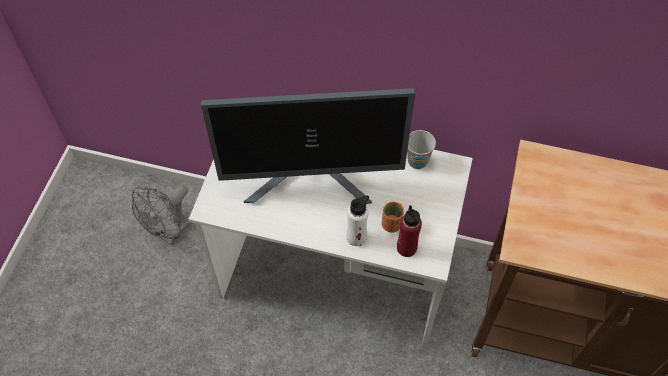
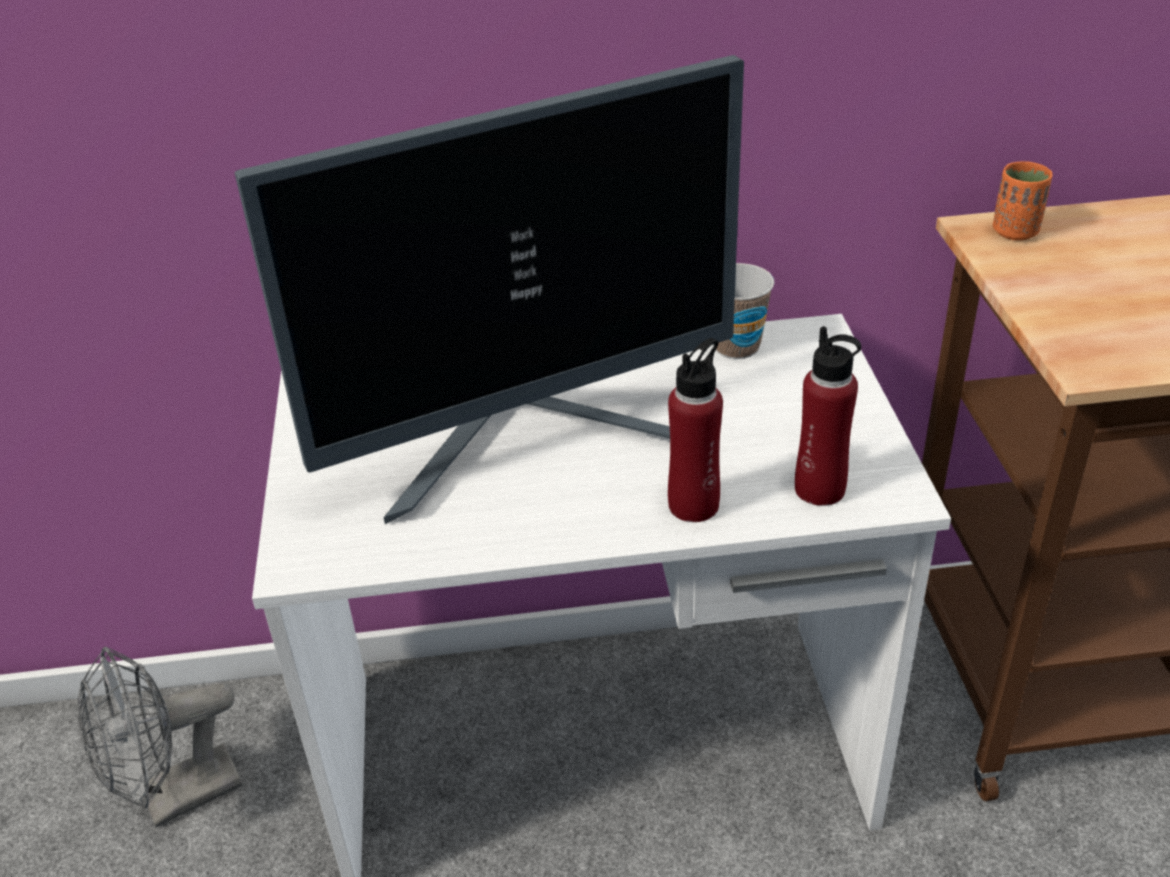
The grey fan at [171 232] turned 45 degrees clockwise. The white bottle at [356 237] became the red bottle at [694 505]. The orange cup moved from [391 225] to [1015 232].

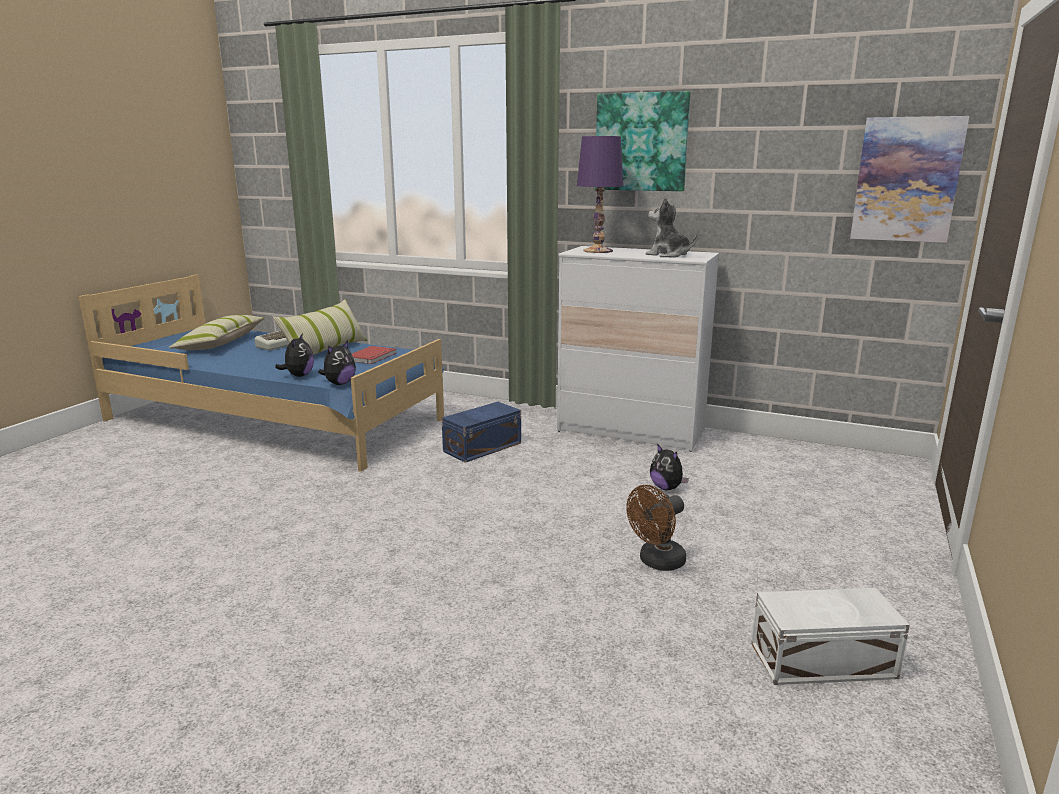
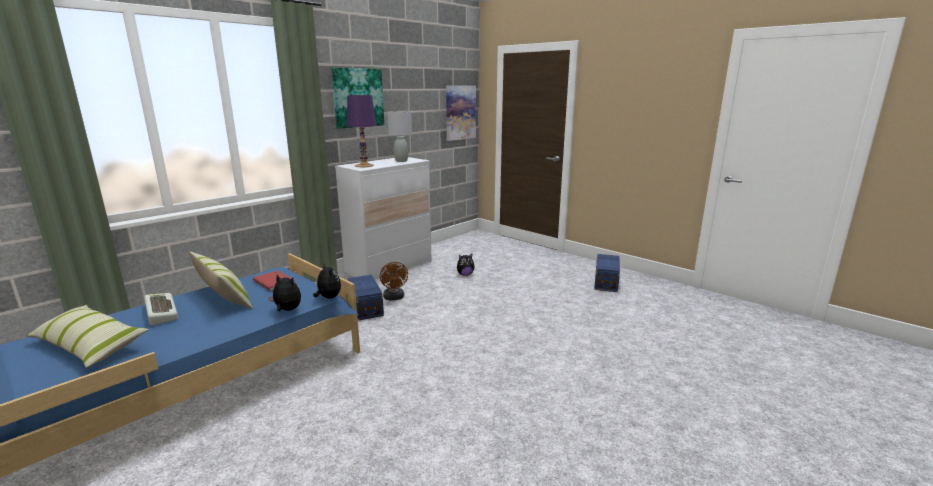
The brown fan moved from [657 562] to [394 298]. The plush toy at [668 255] was replaced by the grey table lamp at [401 161]. The white storage box at [825 662] became the blue storage box at [606 282].

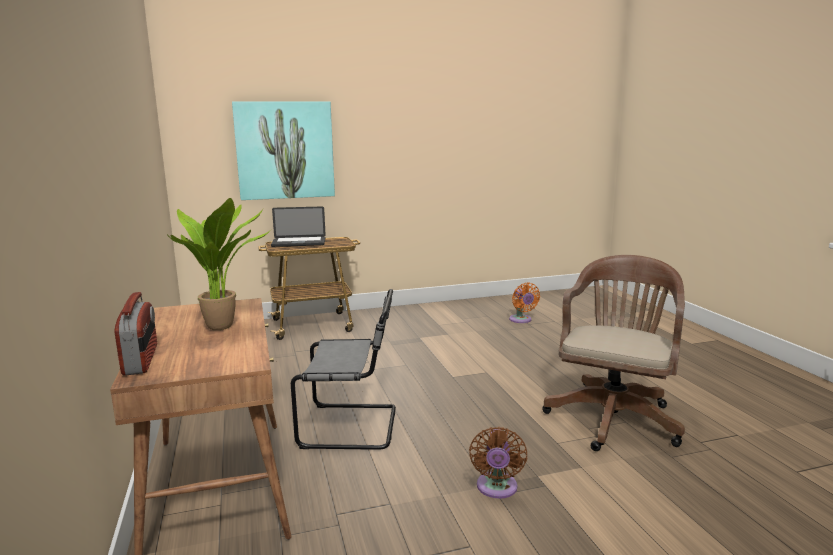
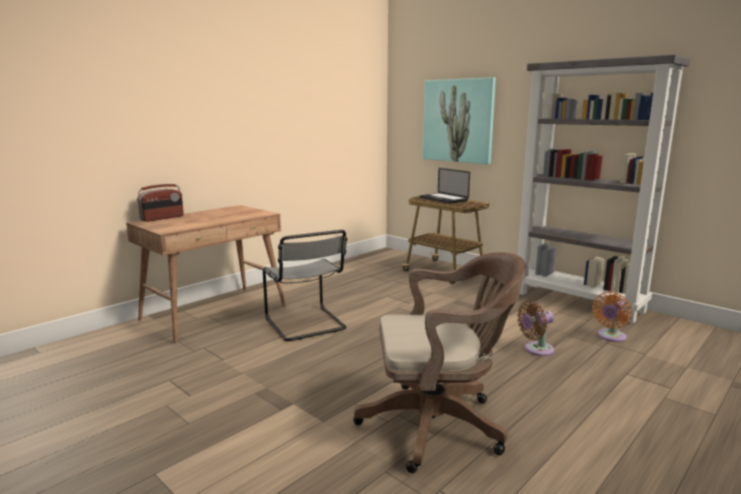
The brown fan moved from [496 488] to [536 350]. The grey bookcase at [578 301] appeared. The potted plant at [225 326] disappeared.

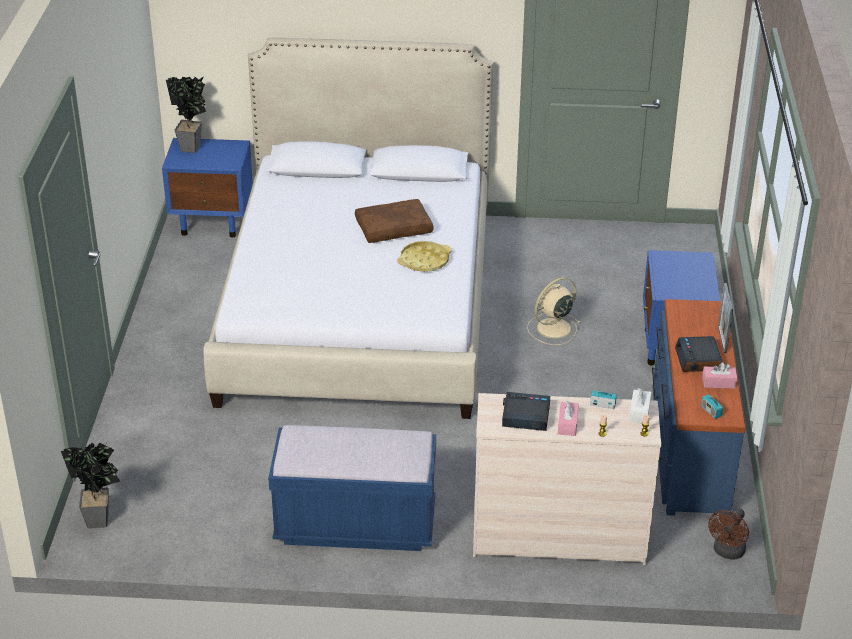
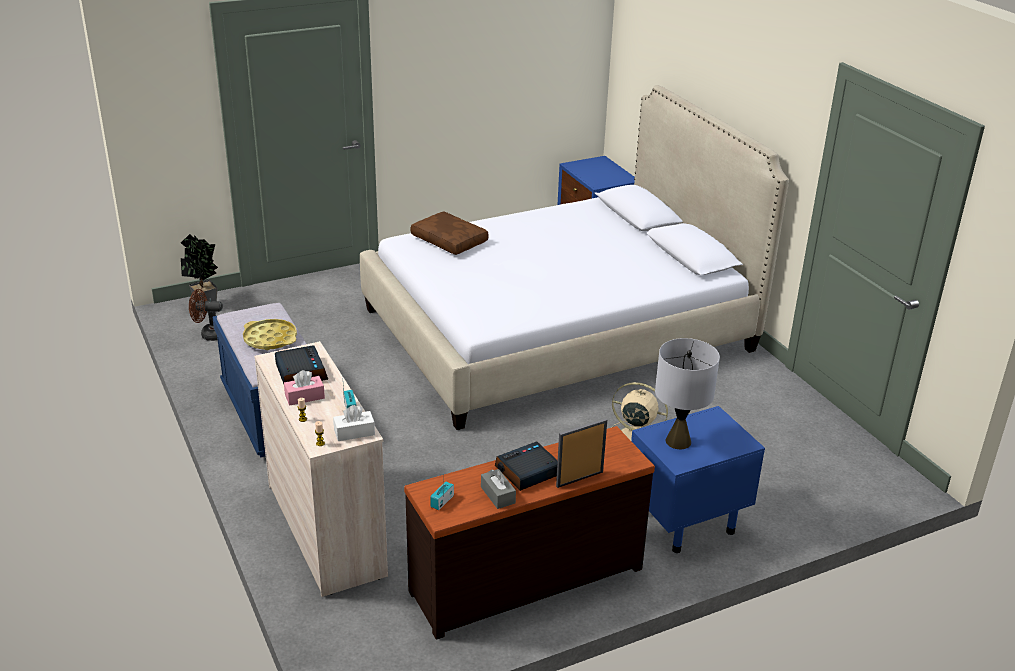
The brown fan moved from [727 552] to [209 334]. The yellow tray moved from [424 261] to [270 339]. The blue dresser at [688 449] became the brown dresser at [525 578]. The brown pillow moved from [394 228] to [450 240]. The pink tissue box at [718 383] became the grey tissue box at [498 495]. The grey table lamp at [678 441] appeared. The potted plant at [193 149] disappeared.

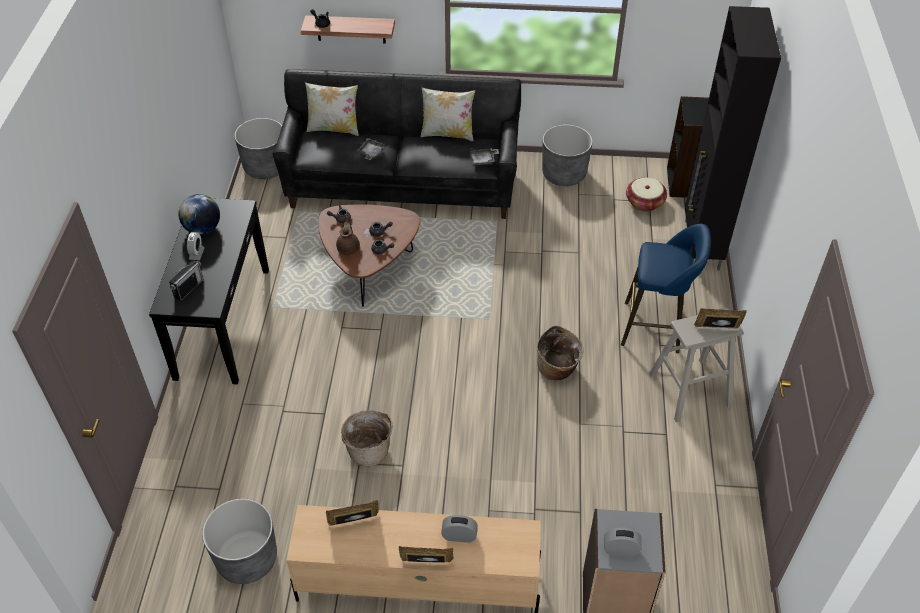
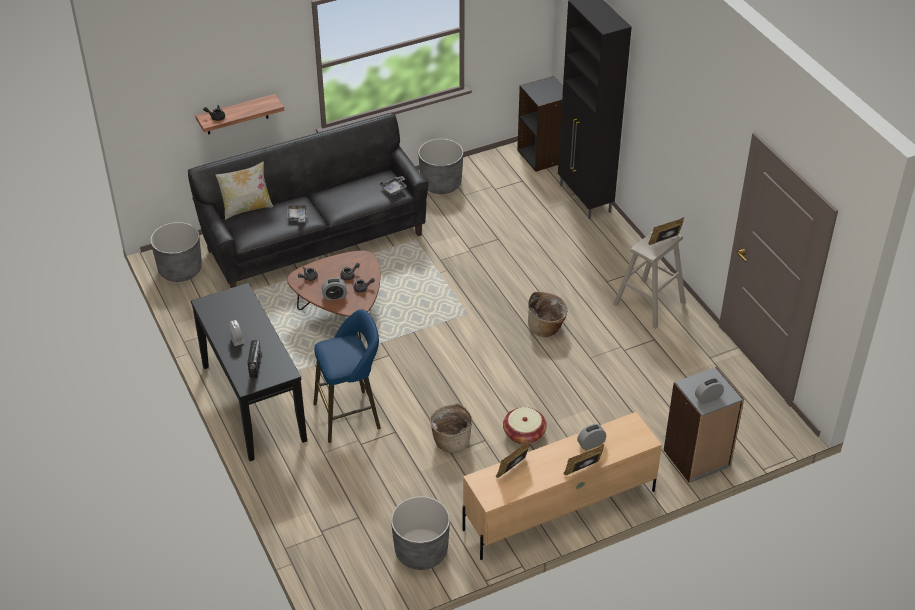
The blue stool moved from [656 328] to [351 415]. The brown teapot at [349 247] was replaced by the alarm clock at [334 296]. The basket moved from [644 202] to [524 433]. The globe at [203 229] disappeared. The pillow at [447 134] disappeared.

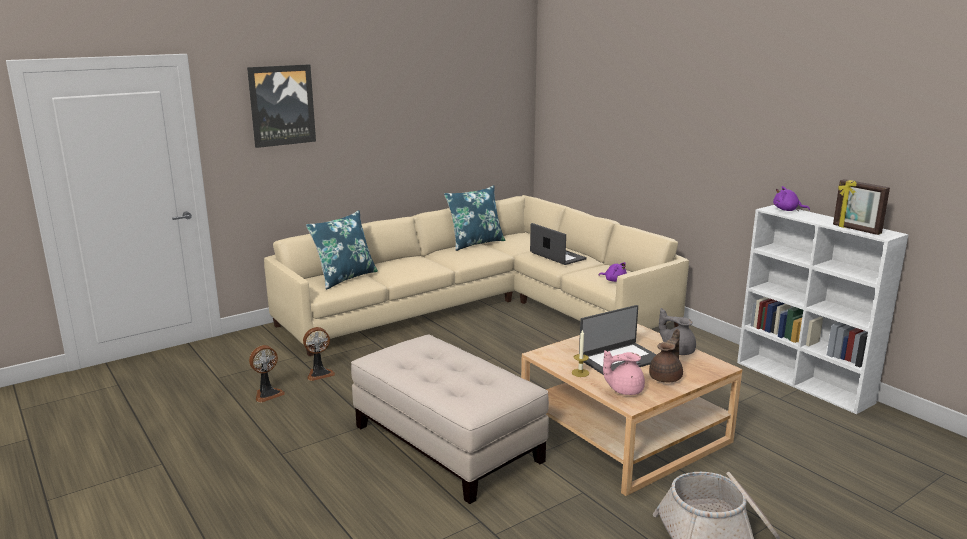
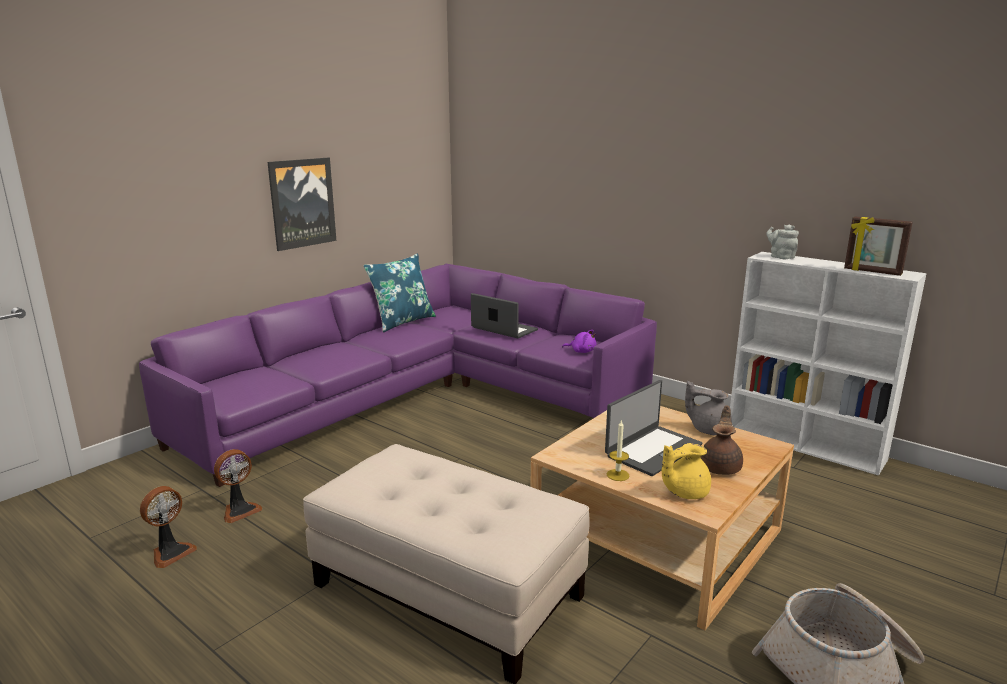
The beige sofa at [484 307] became the purple sofa at [423 396]. The picture moved from [282 105] to [302 203]. The pink teapot at [624 390] became the yellow teapot at [684 492]. The purple plush toy at [787 210] was replaced by the grey teapot at [780 257]. The blue pillow at [345 278] disappeared.

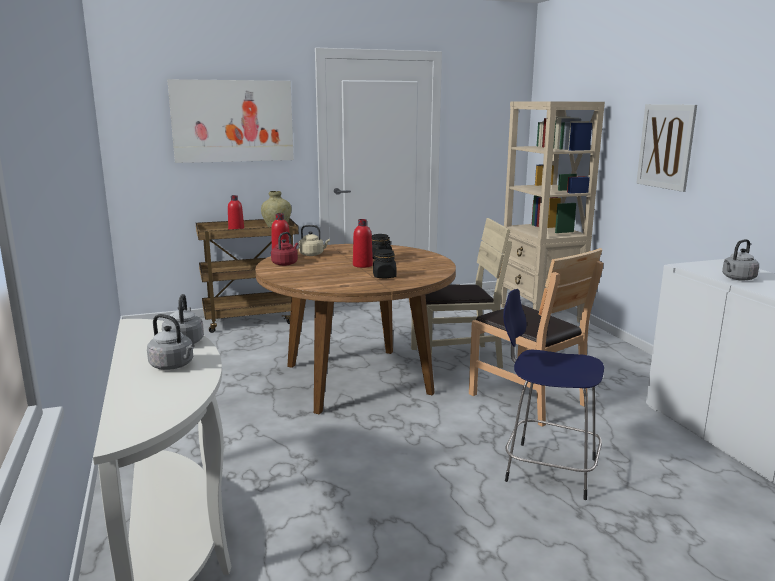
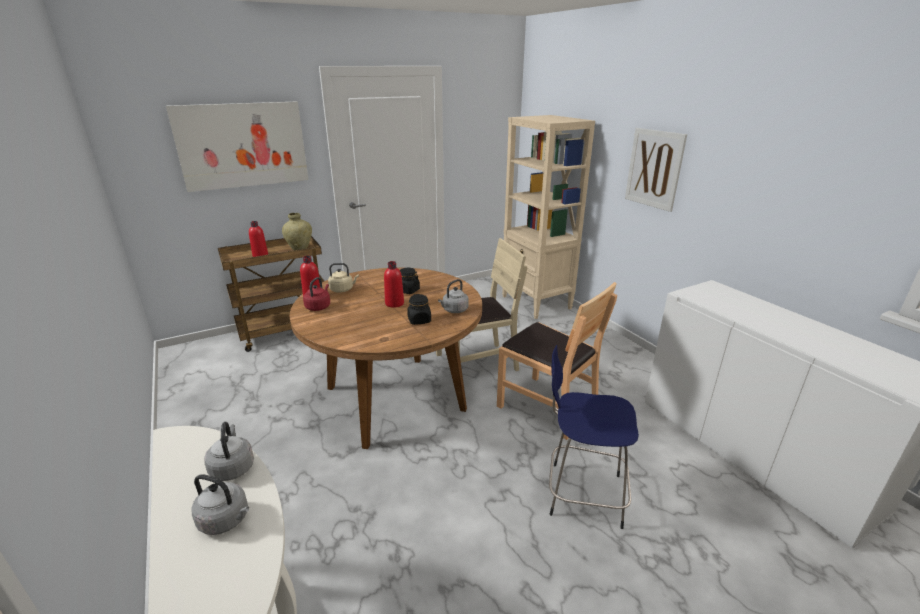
The grey kettle moved from [737 278] to [454 310].

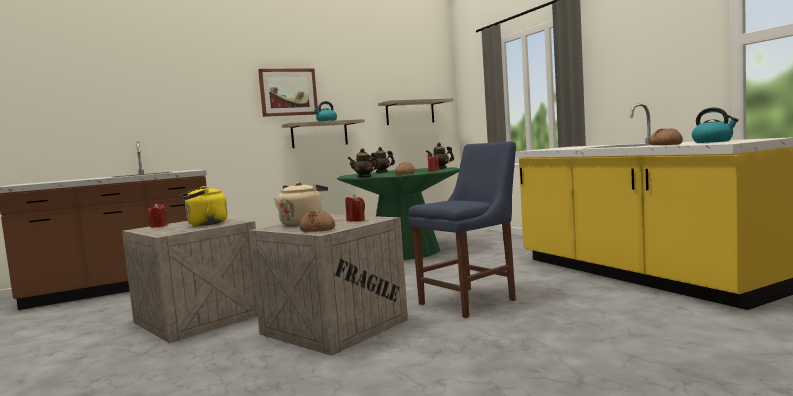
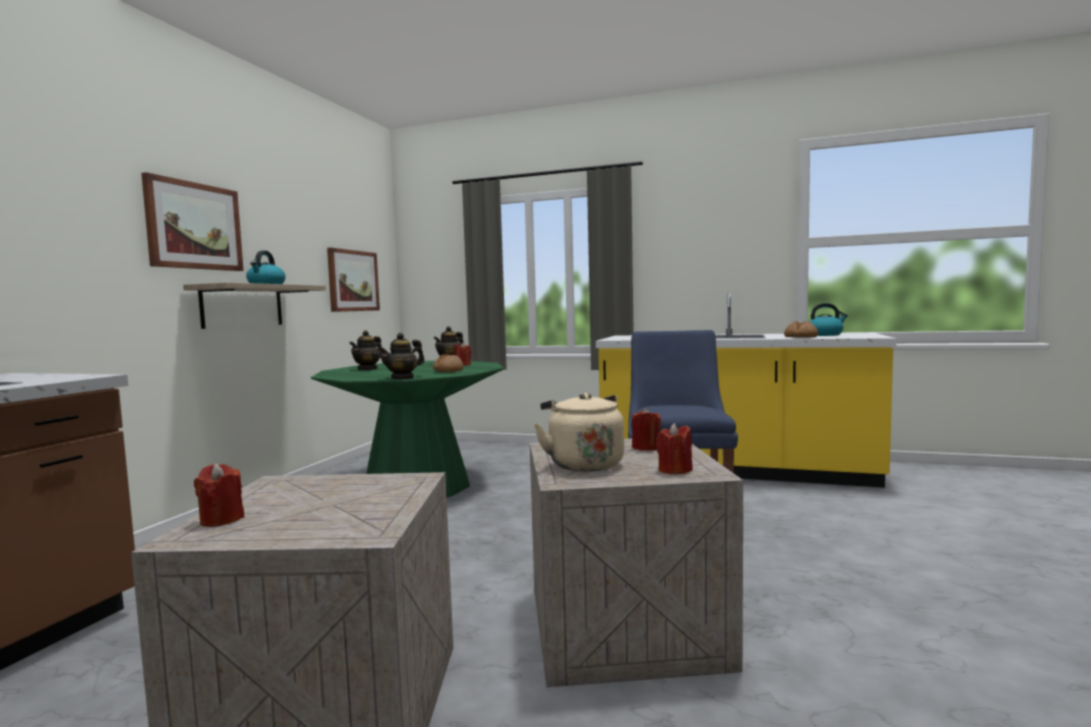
The shelf at [410 113] was replaced by the picture at [353 281]. The bread at [317 229] was replaced by the red candle at [674 470]. The yellow kettle at [205 224] disappeared.

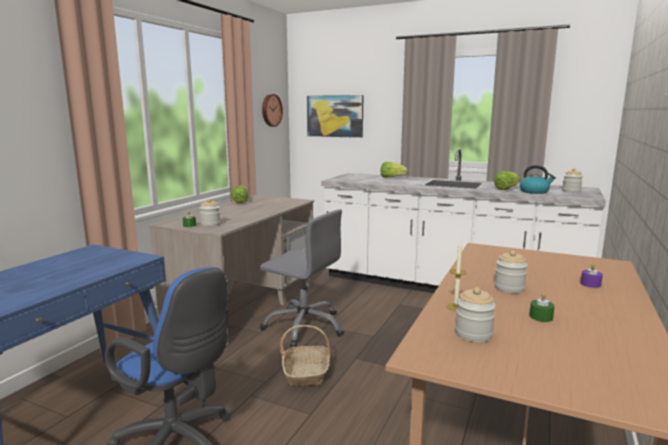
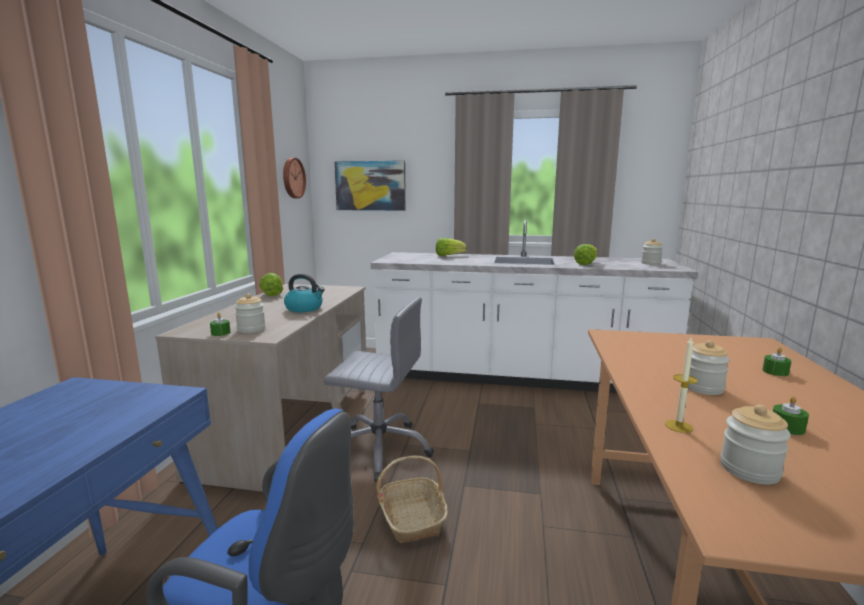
The kettle moved from [534 191] to [304 308]. The purple candle at [590 284] became the green candle at [775 372].

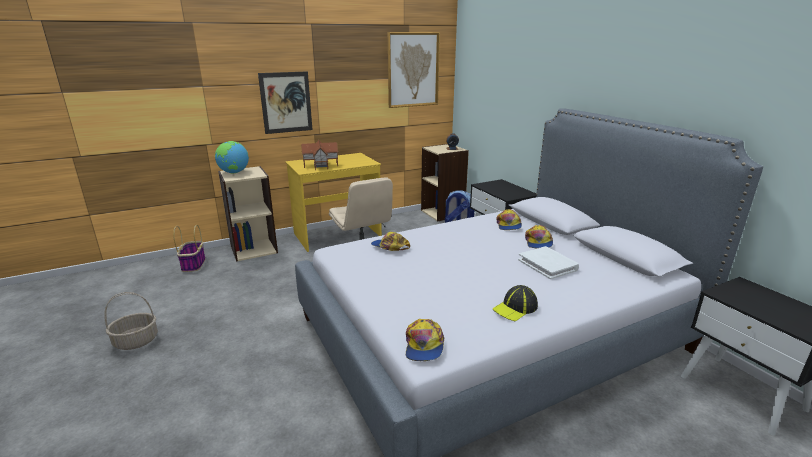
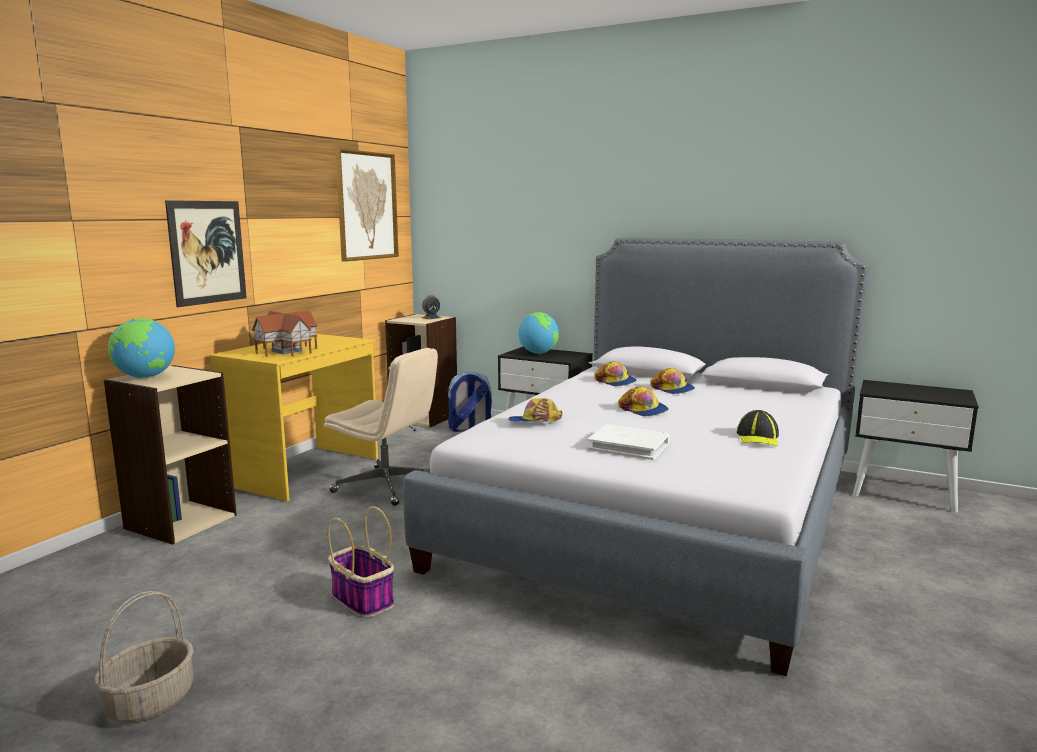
The basket moved from [193 264] to [361 599]. The globe at [538 353] appeared. The white book moved from [548 265] to [629 446]. The cap moved from [424 345] to [643 410].

